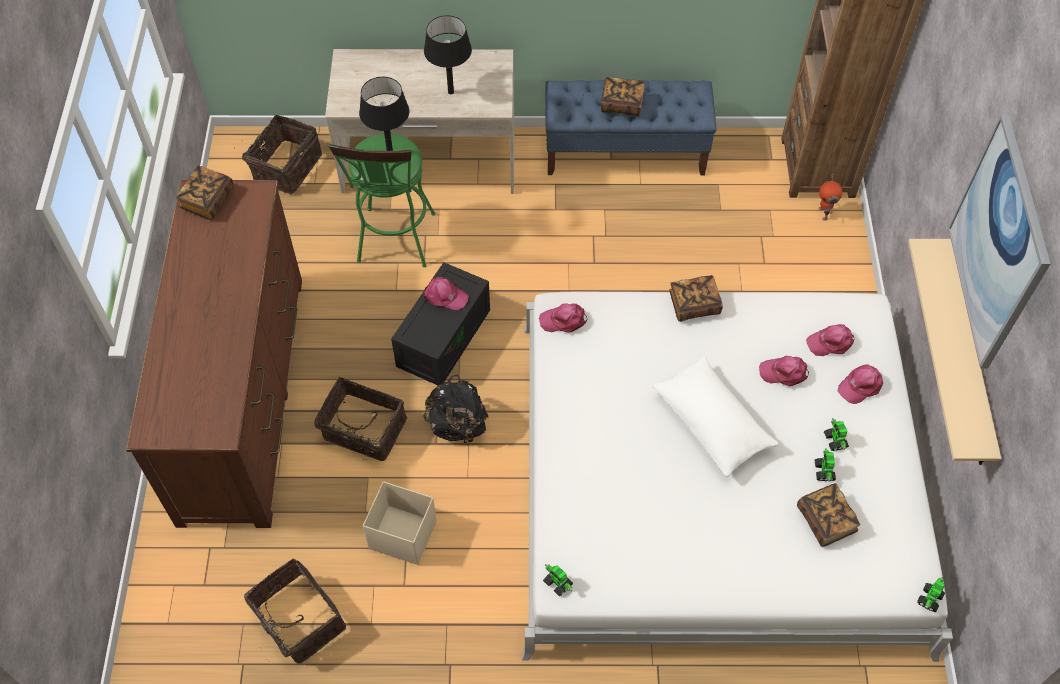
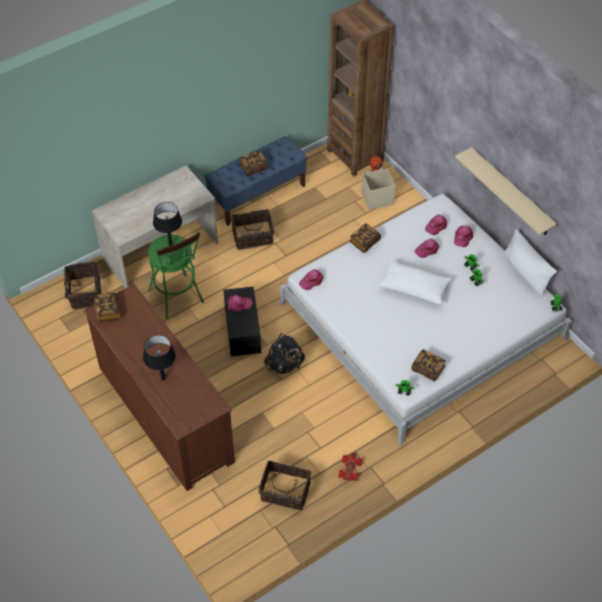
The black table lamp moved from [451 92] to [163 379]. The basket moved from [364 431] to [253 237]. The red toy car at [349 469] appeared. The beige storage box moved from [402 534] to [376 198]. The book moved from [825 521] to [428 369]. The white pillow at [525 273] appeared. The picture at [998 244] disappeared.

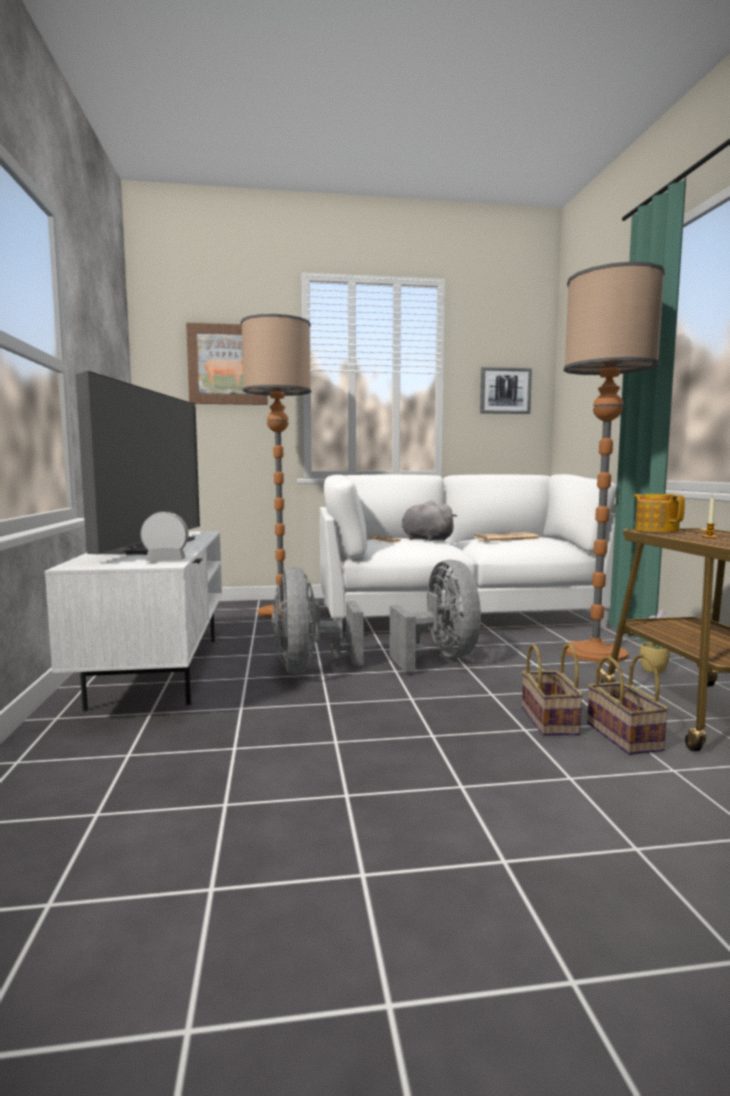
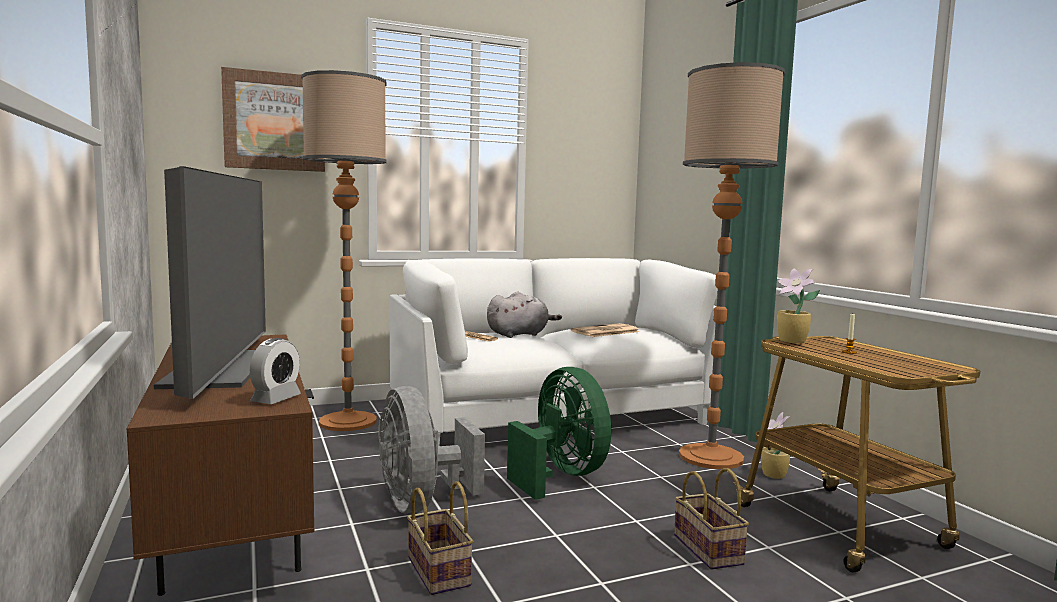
The white tv stand at [158 669] became the brown tv stand at [231 521]. The alarm clock at [166 560] turned 135 degrees clockwise. The basket moved from [626 737] to [441 572]. The grey plush toy at [425 539] turned 120 degrees clockwise. The grey fan at [440 658] became the green fan at [560 476]. The teapot at [656 530] was replaced by the potted plant at [793 341]. The picture at [505 391] disappeared.

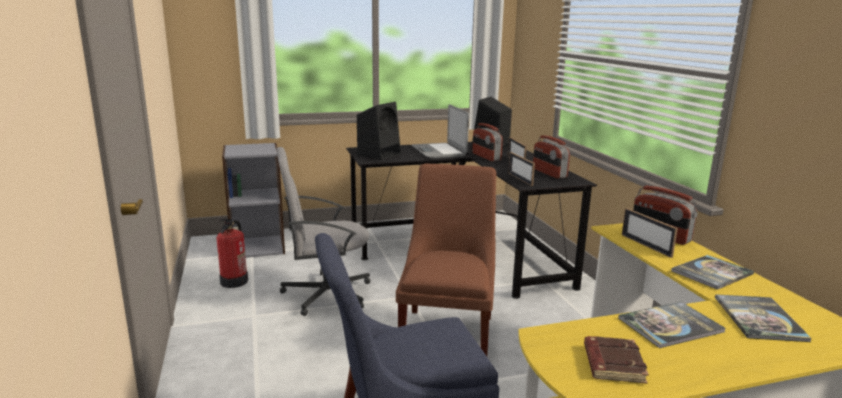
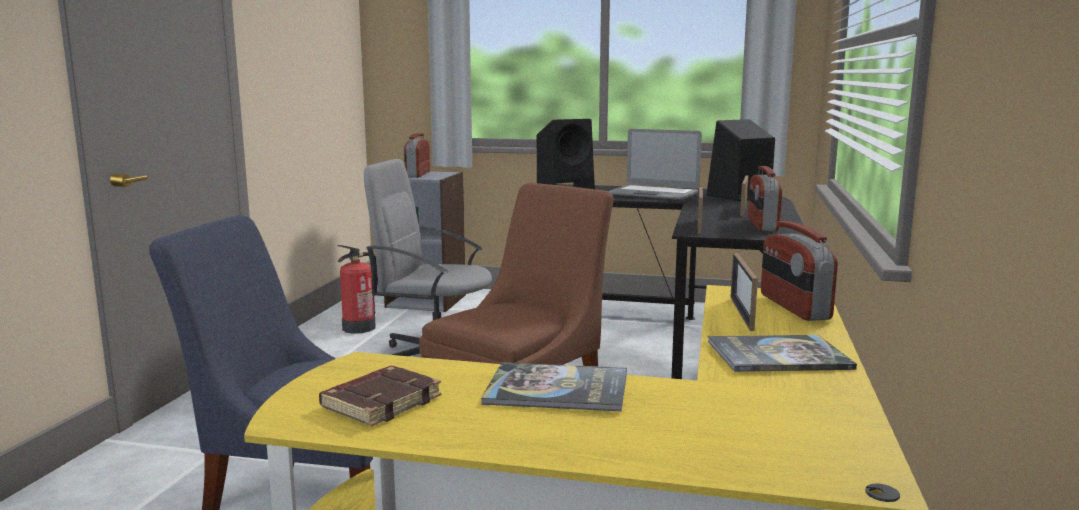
The radio moved from [486 157] to [417 174]. The laptop at [439 151] turned 75 degrees counterclockwise. The book at [759 319] disappeared.

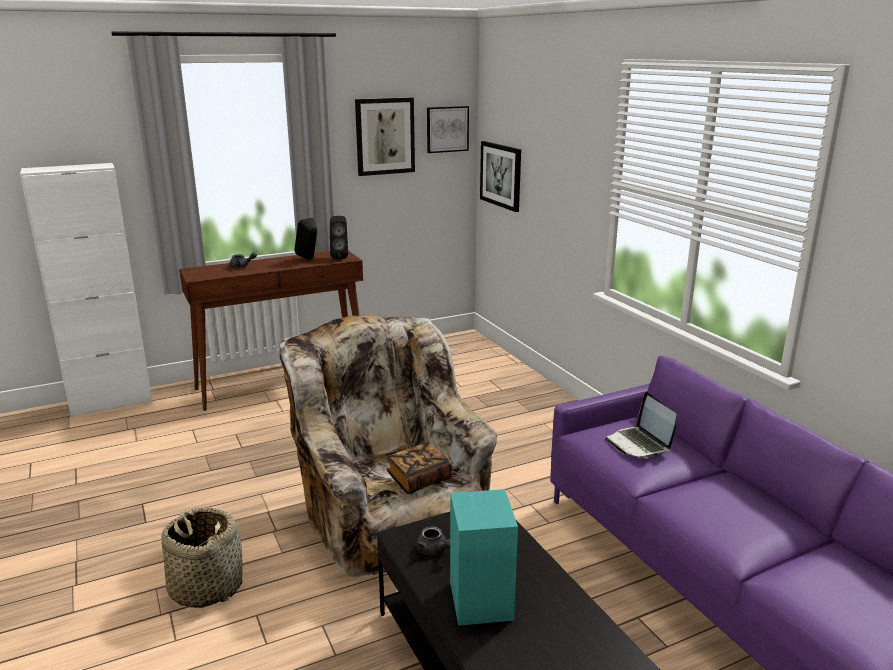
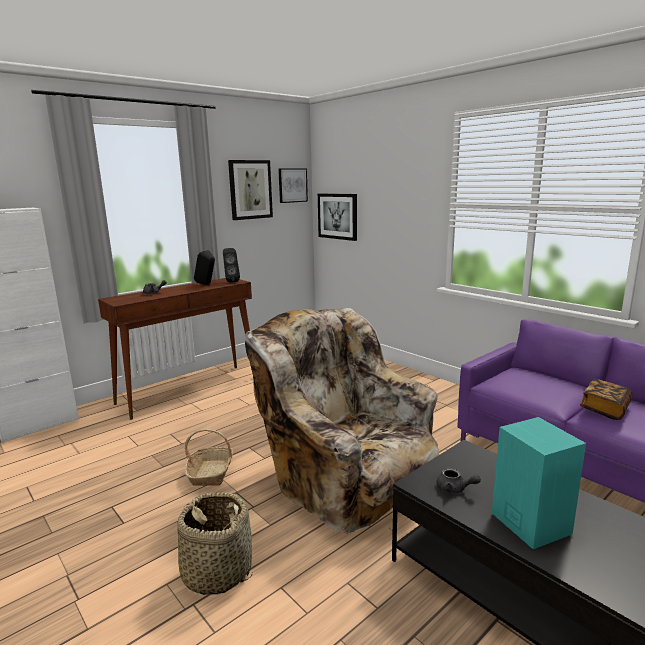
The basket at [211 472] appeared. The book moved from [419 479] to [604 409]. The laptop at [639 444] disappeared.

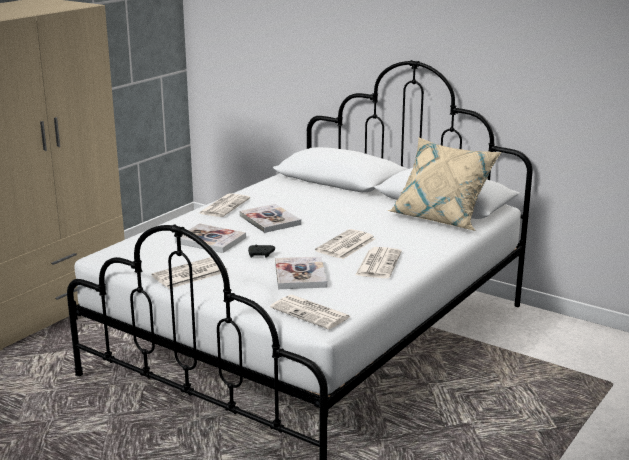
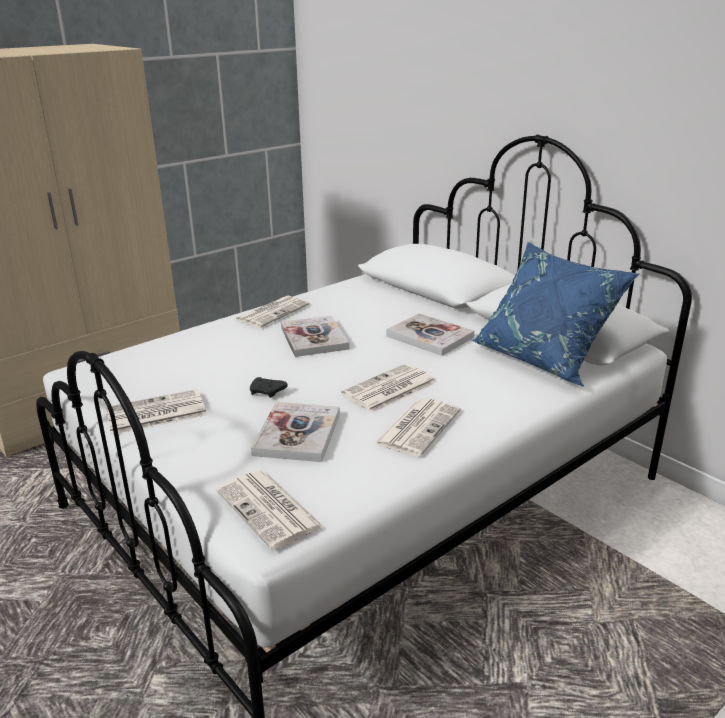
The book moved from [210 240] to [429 336]. The beige pillow at [441 218] became the blue pillow at [544 358].

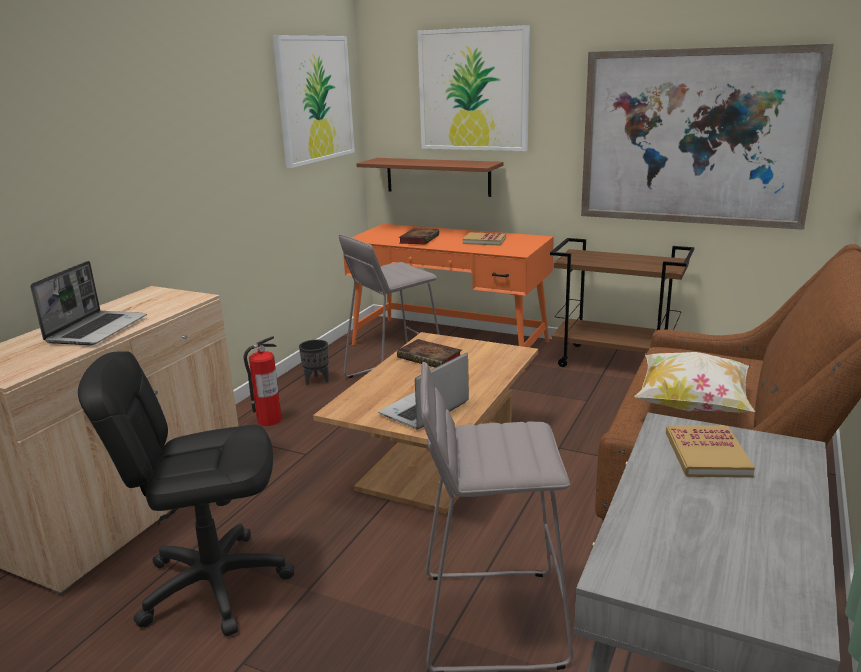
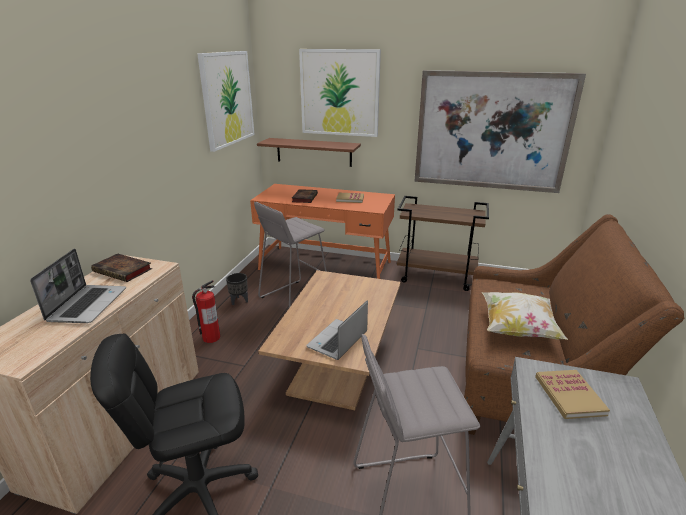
The book moved from [431 358] to [124 270].

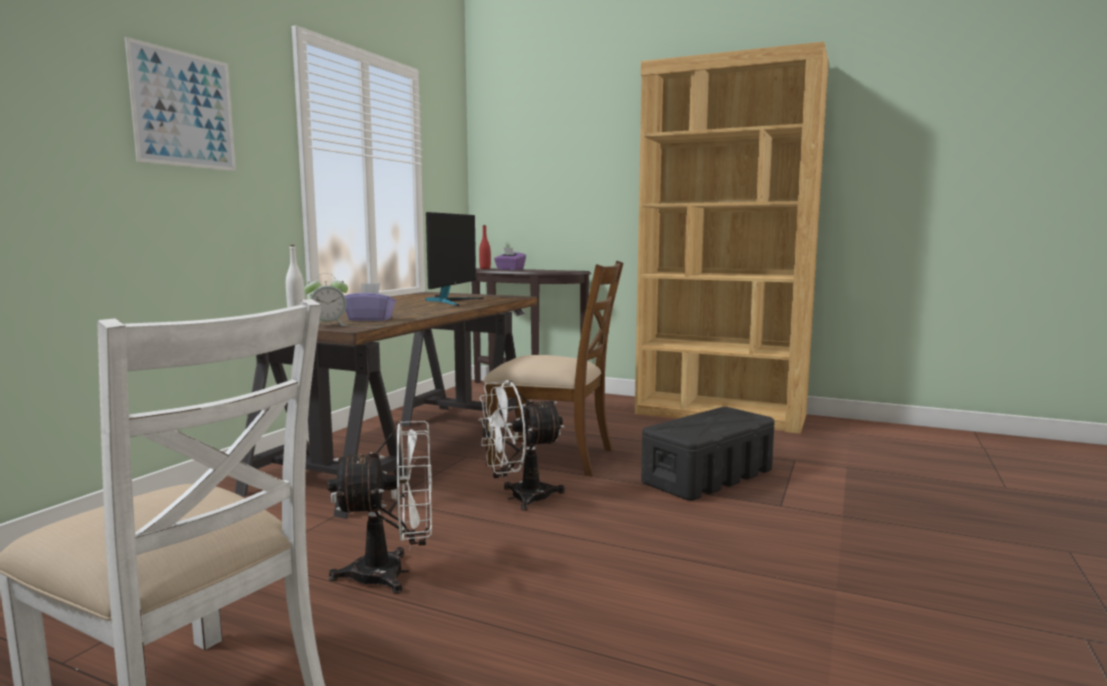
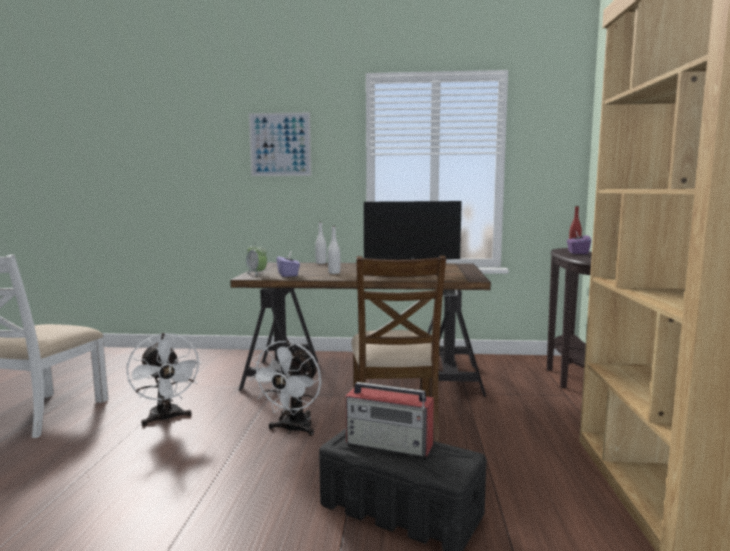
The white fan at [519 498] turned 120 degrees counterclockwise. The white bottle at [334 273] appeared. The radio at [390 444] appeared.

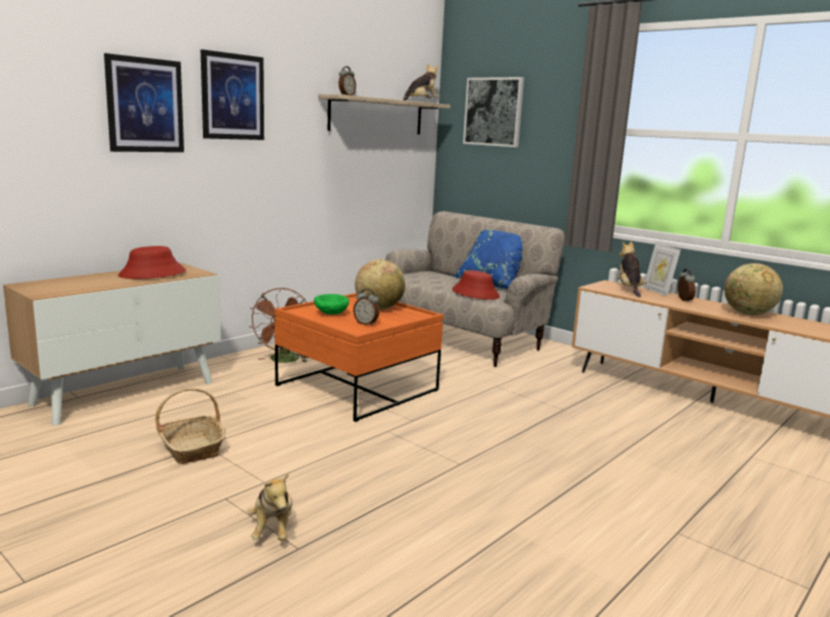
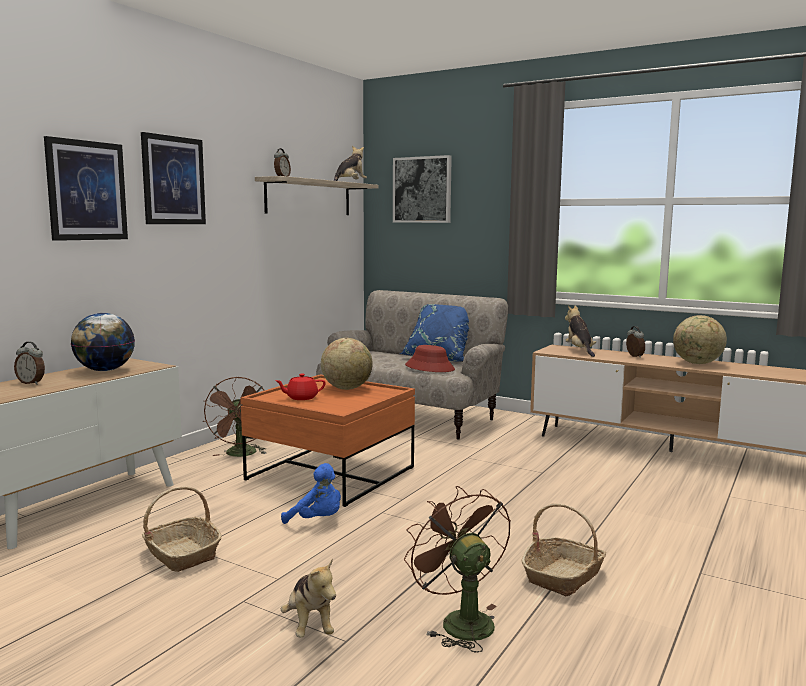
The alarm clock moved from [366 323] to [31 383]. The red hat at [152 274] was replaced by the globe at [104 370]. The green bowl at [330 314] was replaced by the red teapot at [301 398]. The blue plush toy at [317 520] appeared. The brown fan at [459 621] appeared. The basket at [563 576] appeared. The picture frame at [657 292] disappeared.

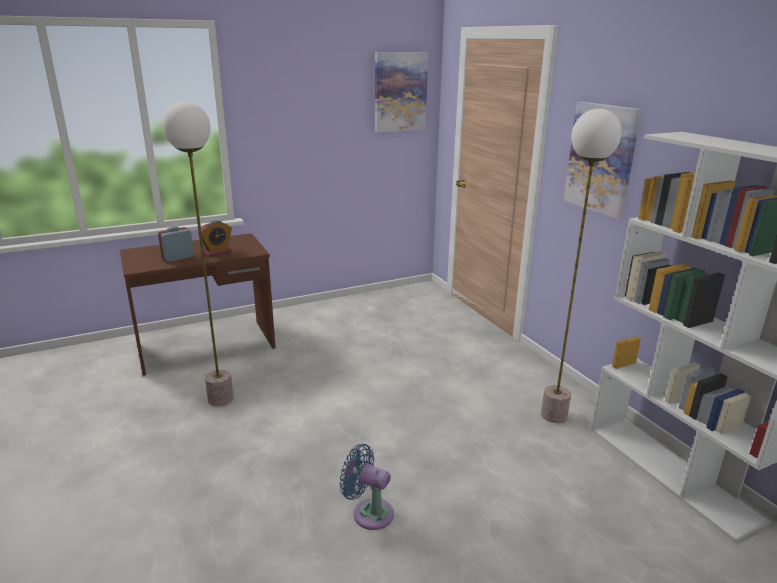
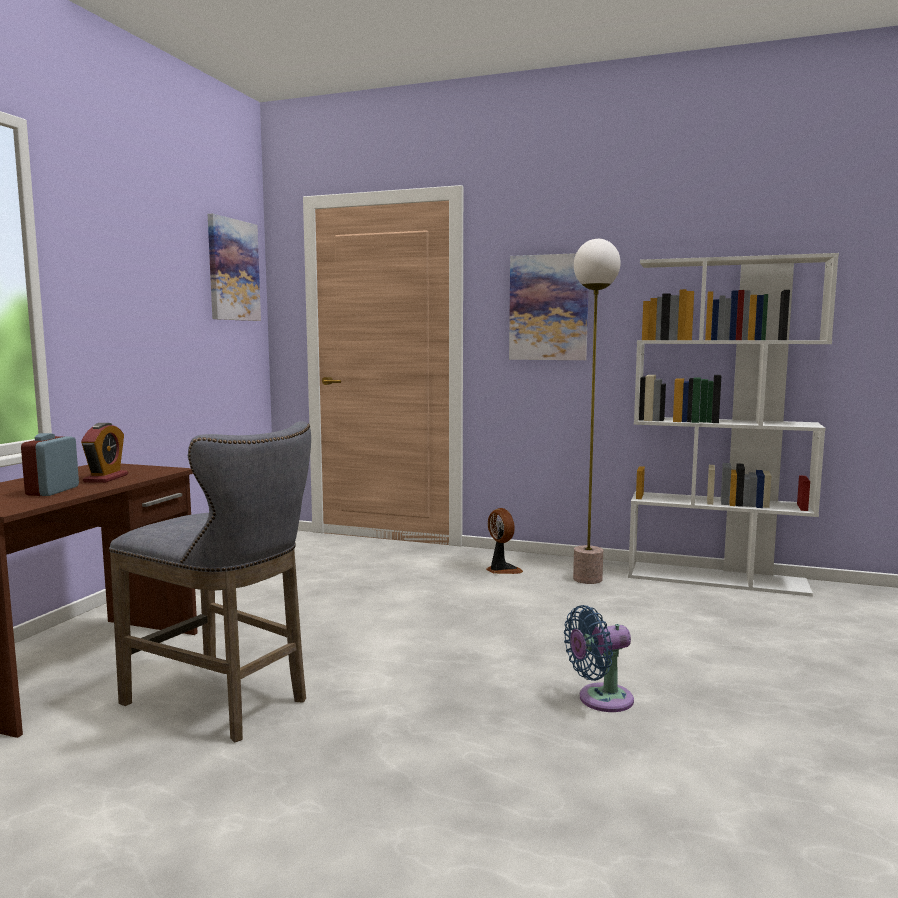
The floor lamp at [220 399] was replaced by the grey stool at [224 703]. The fan at [502 570] appeared.

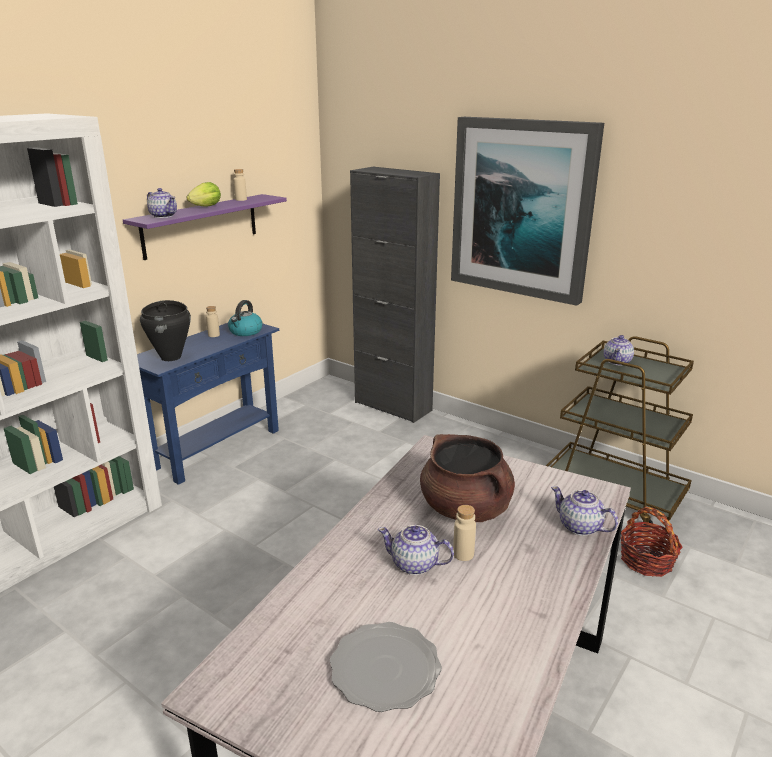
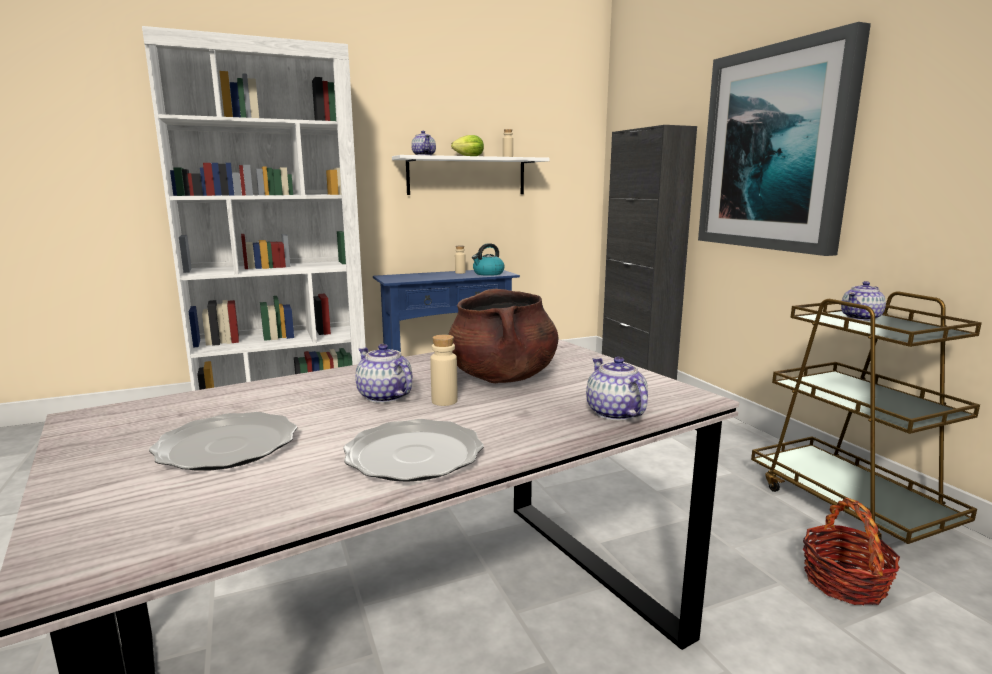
The plate at [414 454] appeared. The purple shelf at [201 226] became the white shelf at [467 176]. The black cooking pot at [171 357] disappeared.

